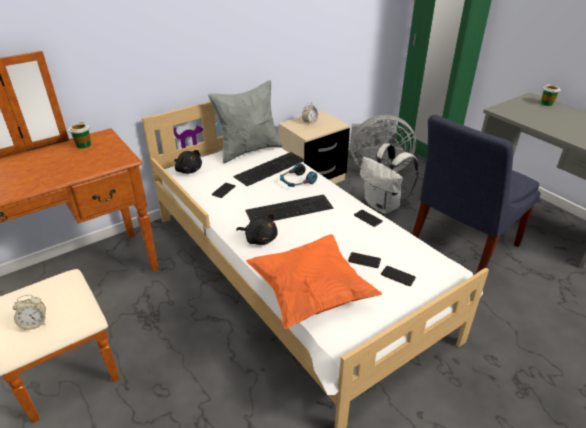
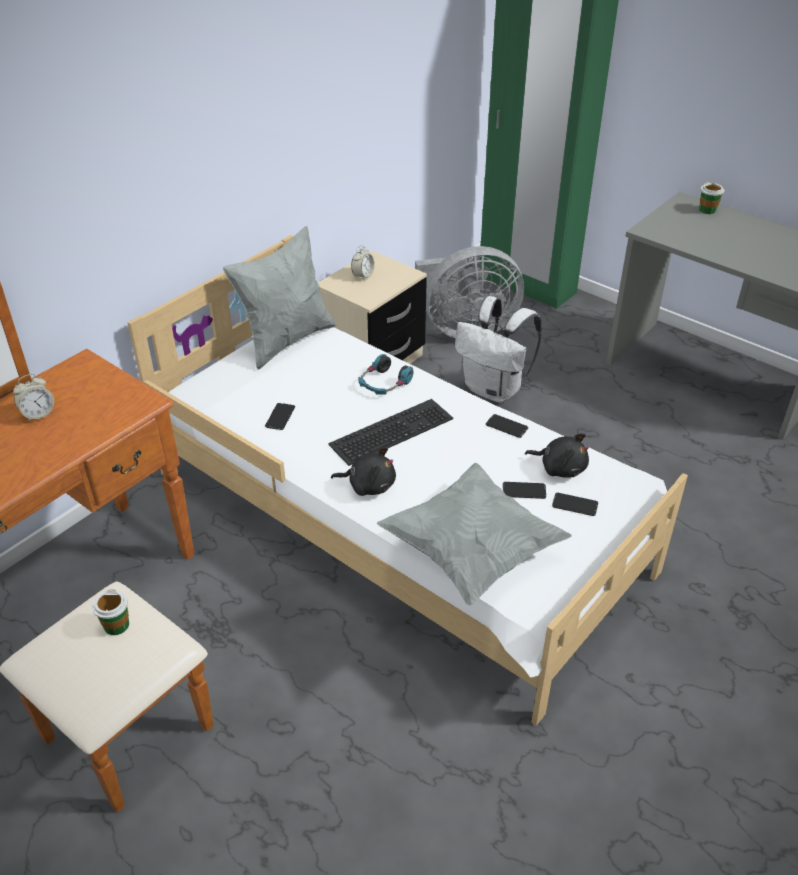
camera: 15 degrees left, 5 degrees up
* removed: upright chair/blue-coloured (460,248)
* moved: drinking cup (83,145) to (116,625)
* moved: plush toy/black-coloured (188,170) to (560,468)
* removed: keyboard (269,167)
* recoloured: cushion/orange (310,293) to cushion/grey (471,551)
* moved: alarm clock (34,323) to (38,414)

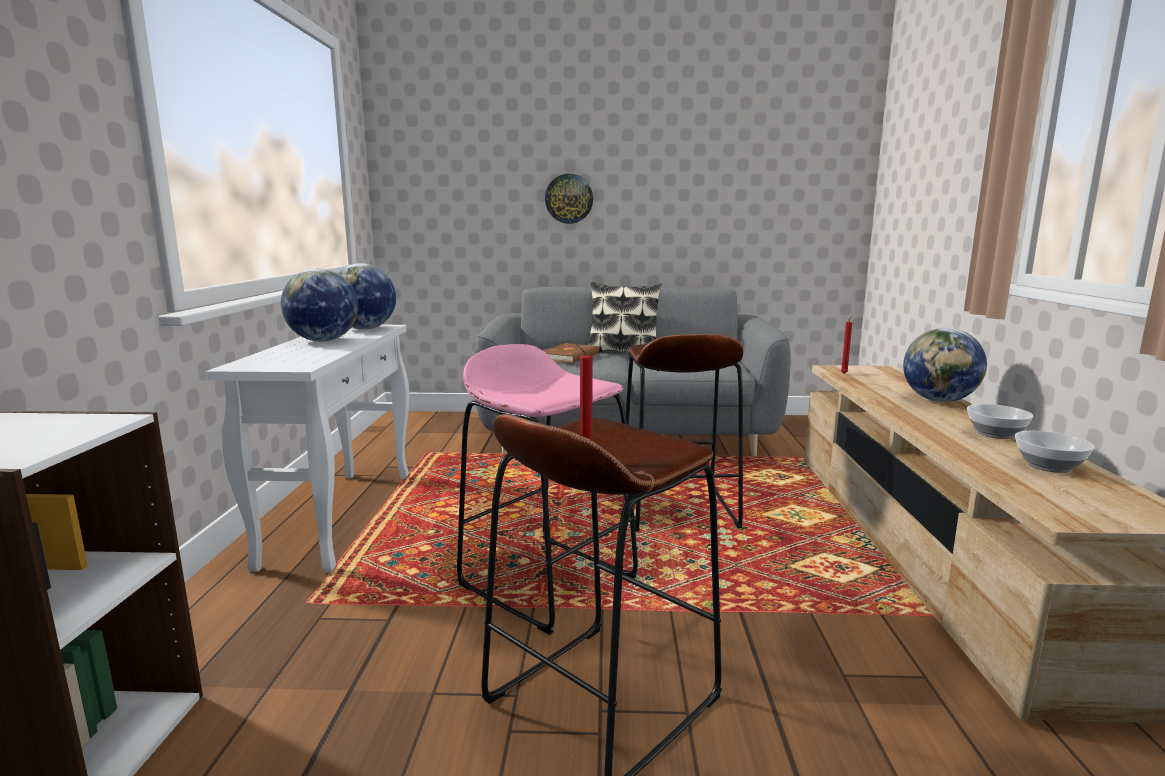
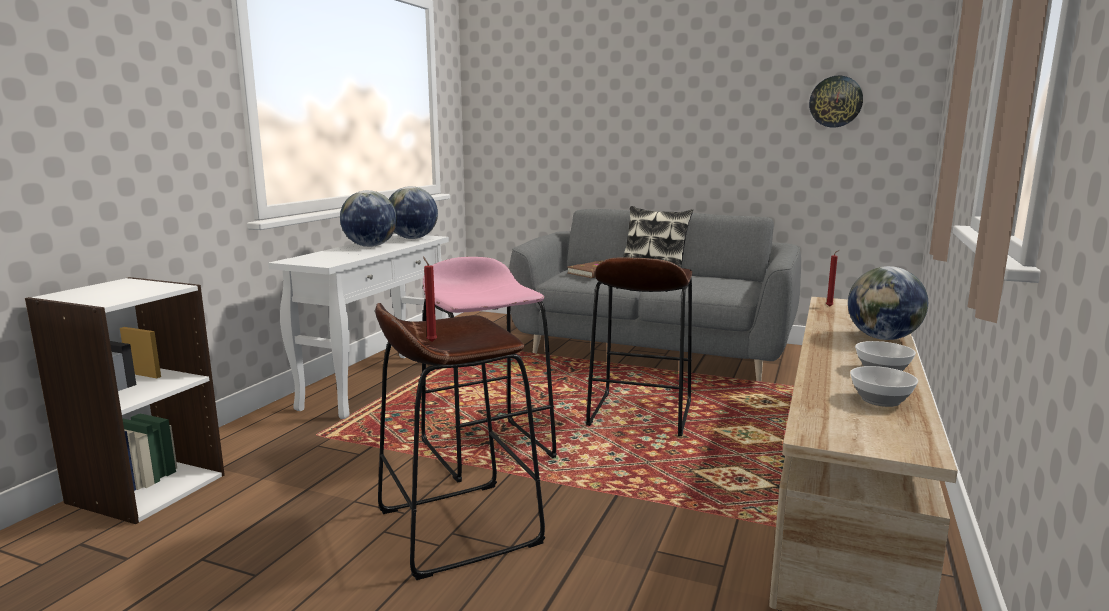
camera: 20 degrees right, 0 degrees up
* moved: hanging clock (569,199) to (835,101)

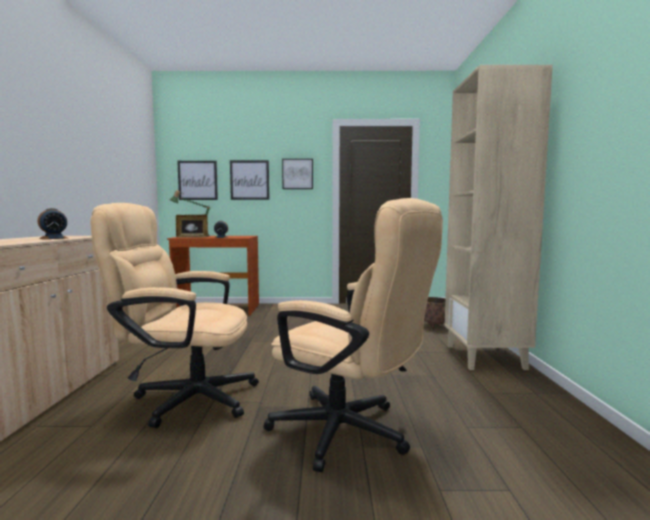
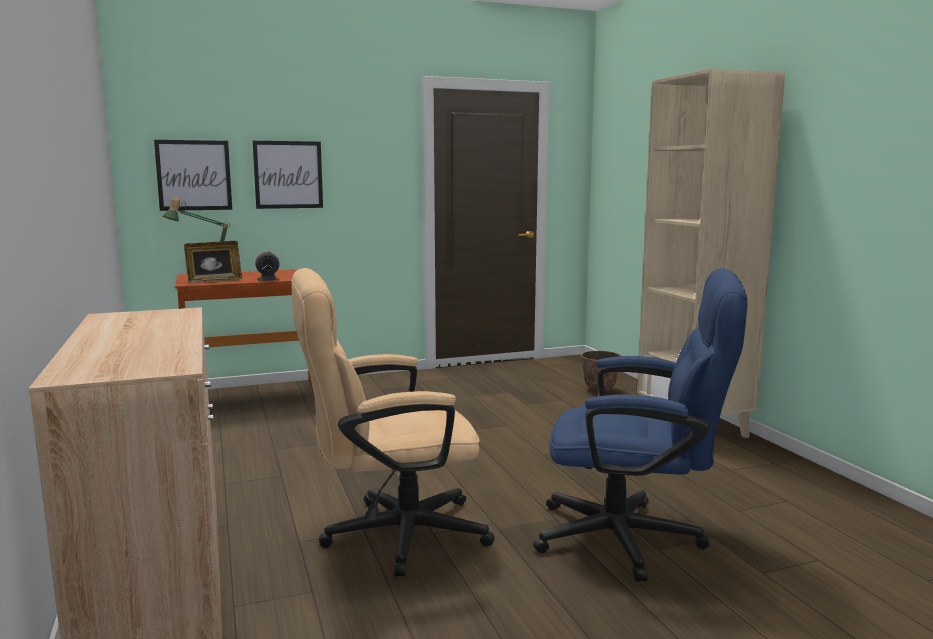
camera: 20 degrees left, 5 degrees up
* removed: picture (297,174)
* recoloured: desk chair/sand-coloured (350,434) to desk chair/blue-coloured (634,539)
* removed: alarm clock (54,238)

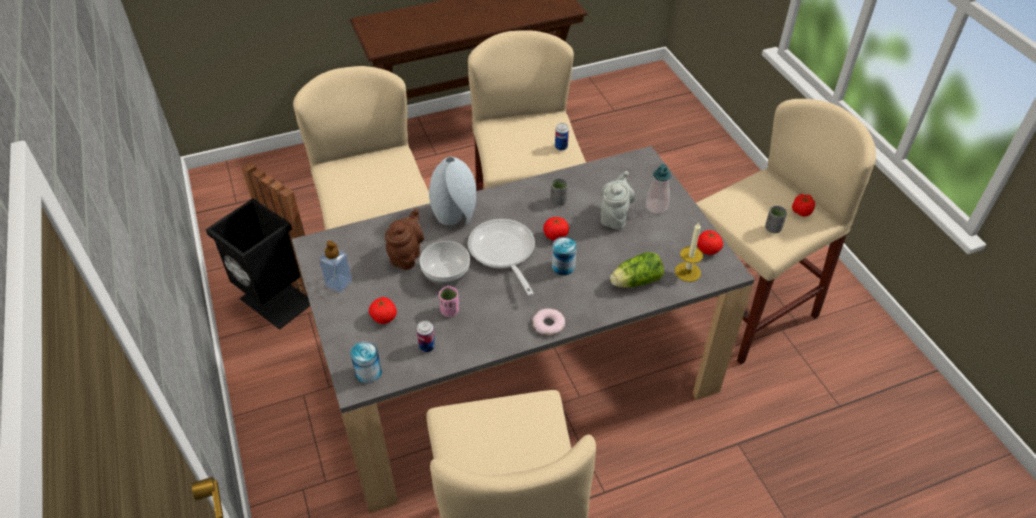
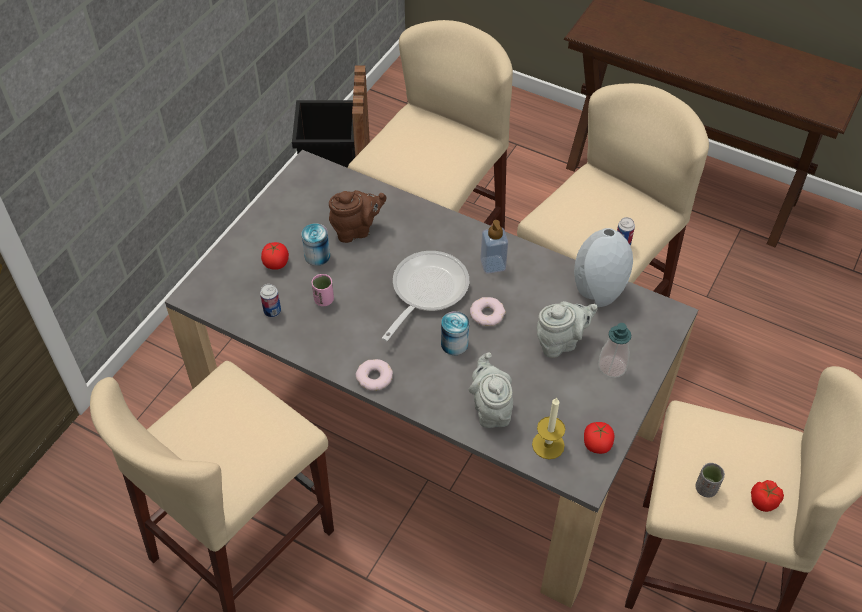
camera: 50 degrees right, 5 degrees up
* moved: flower vase/grey (455,216) to (598,292)
* removed: drinking cup/grey (558,201)
* replaced: fresh tomato (555,236) to ring doughnut (487,314)
* moved: soap bottle (339,283) to (493,264)
* removed: serving bowl (445,274)
* replaced: head of lettuce (634,281) to teapot/grey (490,409)
* moved: metal can (368,372) to (317,256)

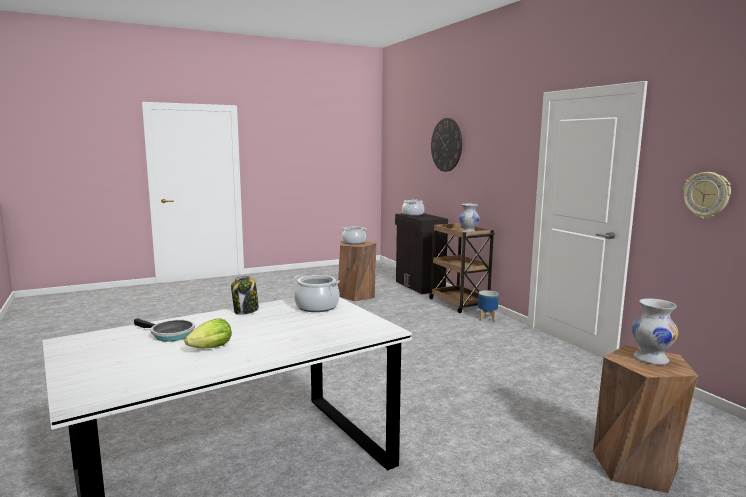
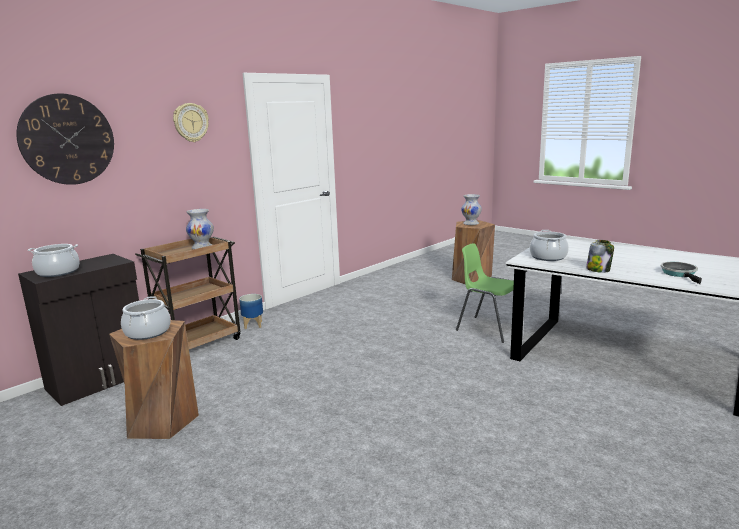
camera: 110 degrees left, 5 degrees up
* moved: hanging clock (706,195) to (190,122)
* removed: head of lettuce (208,349)
* added: upright chair/green (488,328)

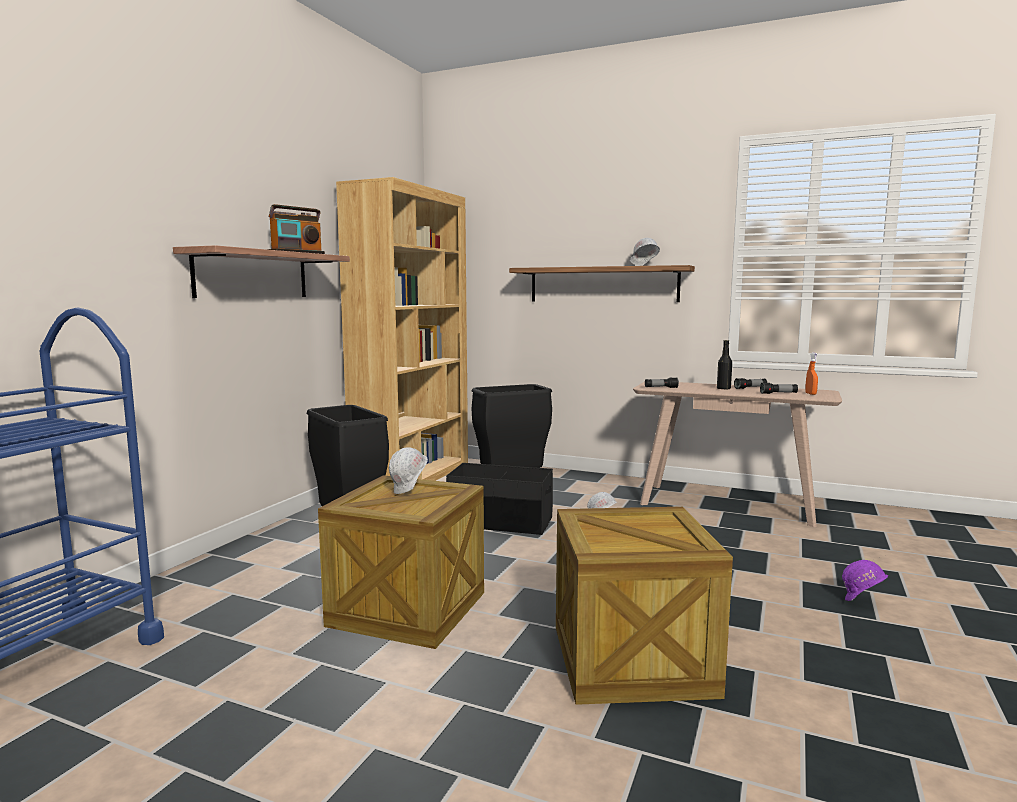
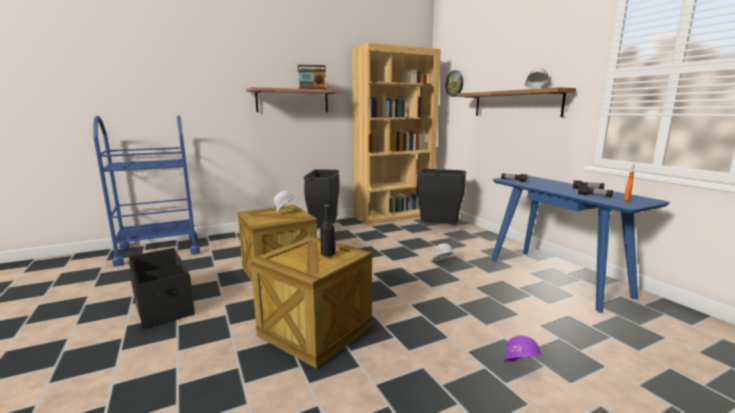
camera: 40 degrees right, 5 degrees up
* moved: beverage bottle/black-coloured (723,389) to (328,254)
* recoloured: console table/sand-coloured (727,504) to console table/blue-coloured (556,277)
* moved: storage container/black-coloured (500,522) to (162,304)
* added: hanging clock (455,83)

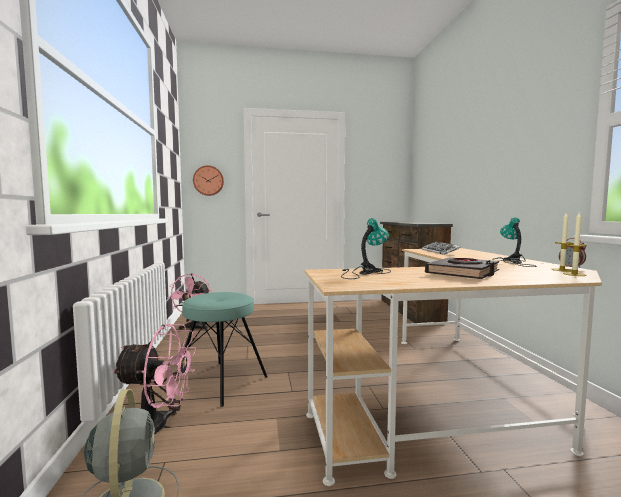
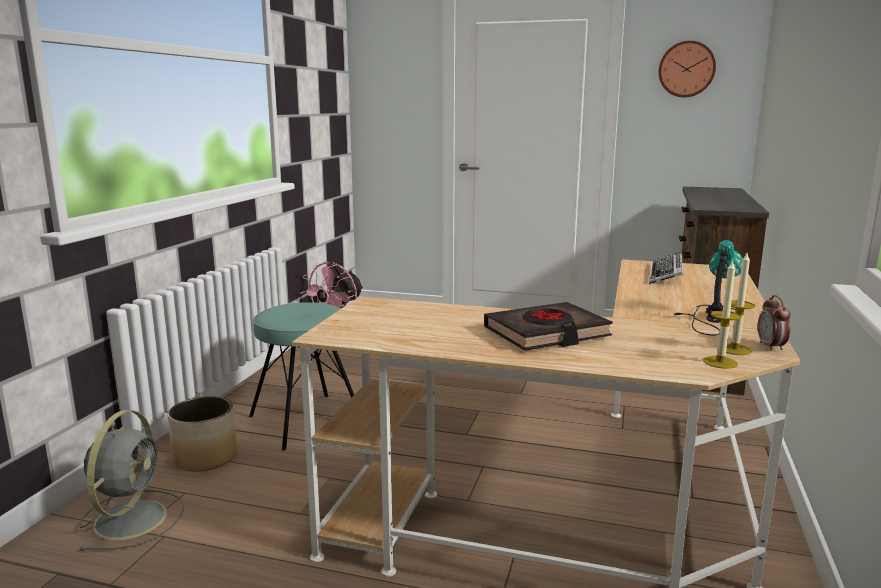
camera: 25 degrees right, 10 degrees up
* moved: hanging clock (208,180) to (686,69)
* removed: table lamp (364,273)
* replaced: electric fan/pinkish (159,427) to planter (205,457)

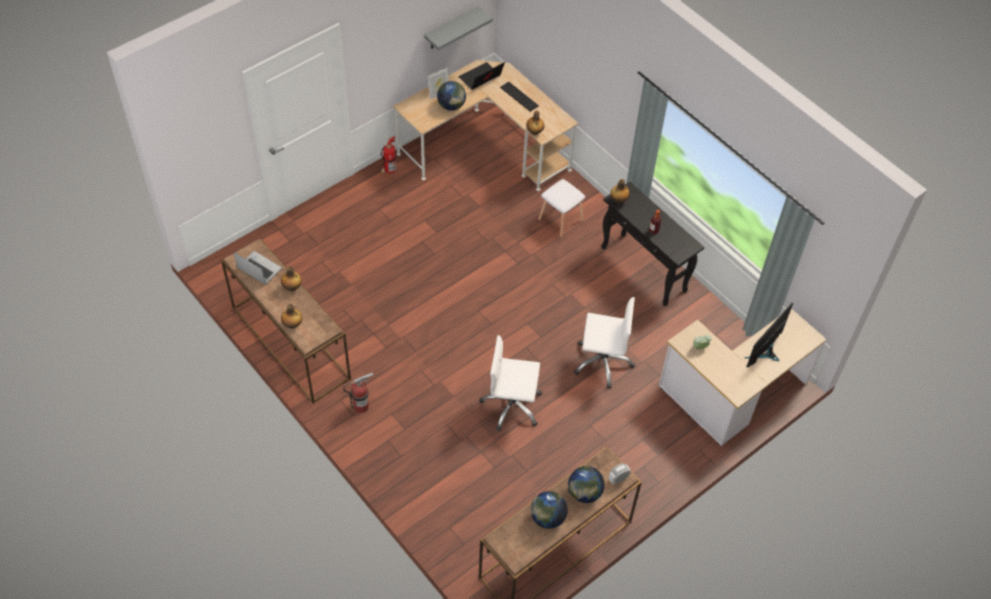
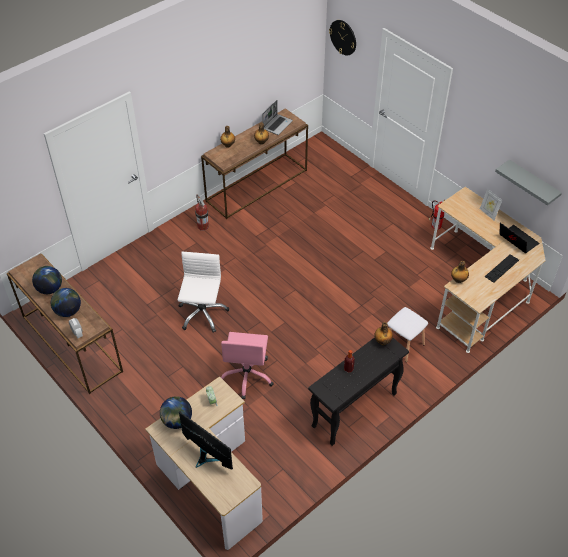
camera: 90 degrees right, 5 degrees down
* moved: globe (451,106) to (177,421)
* recoloured: desk chair/white (602,361) to desk chair/pinkish (247,376)
* added: hanging clock (343,37)

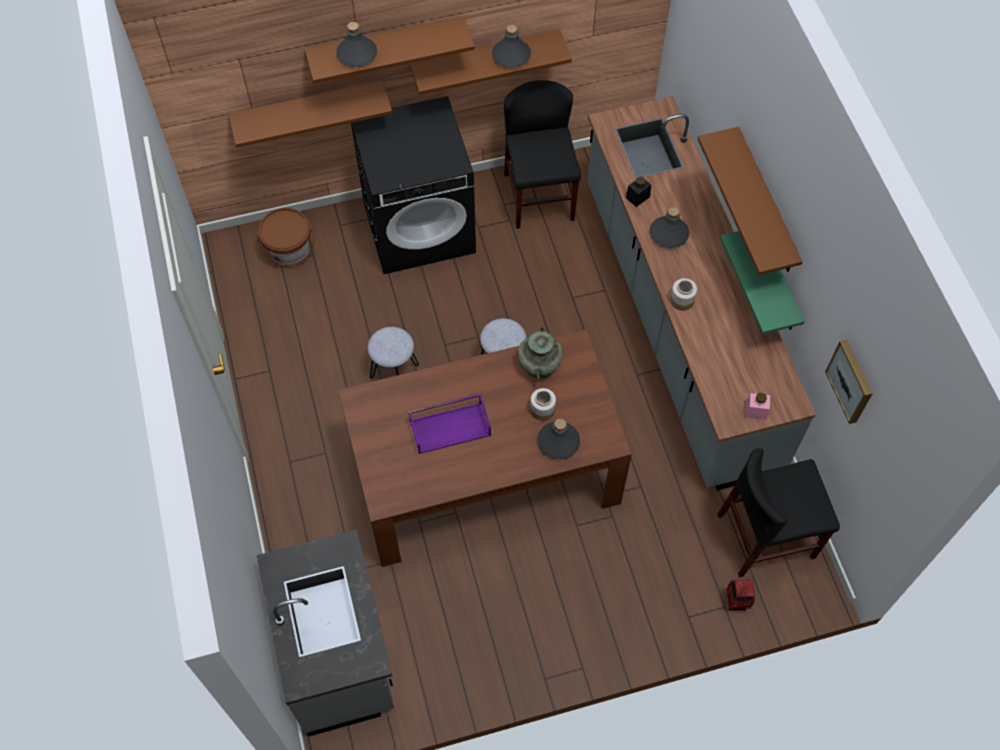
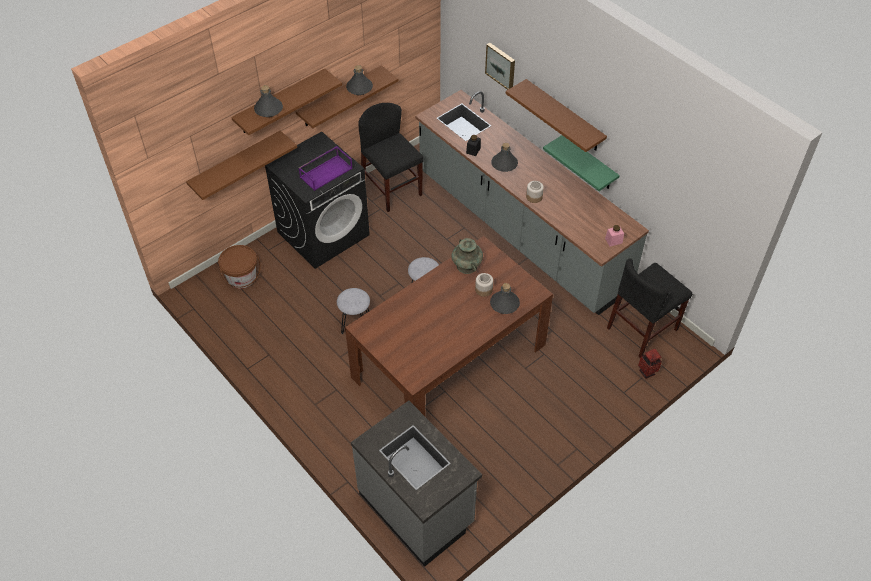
camera: 25 degrees left, 10 degrees down
* moved: picture (851,381) to (501,66)
* moved: carrying tray/purple (451,427) to (326,172)

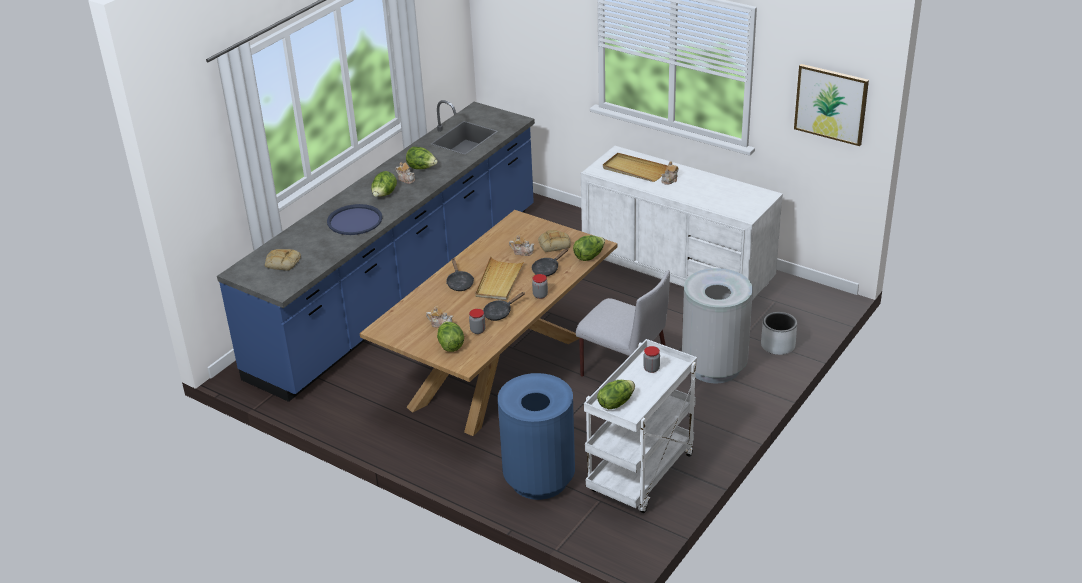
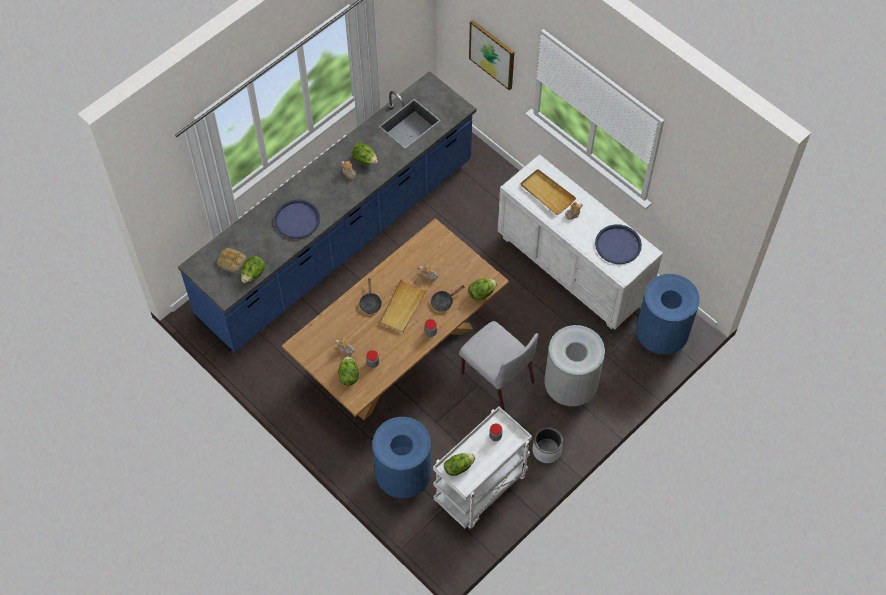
camera: 10 degrees right, 25 degrees up
* moved: picture (831,104) to (492,54)
* moved: head of lettuce (384,195) to (253,274)
* removed: baked bread (554,244)
* removed: pan/black-coloured (500,313)
* moved: planter/grey (778,346) to (546,450)
* added: carrying tray/blue-coloured (618,245)
* added: trash can/blue-coloured (661,336)

